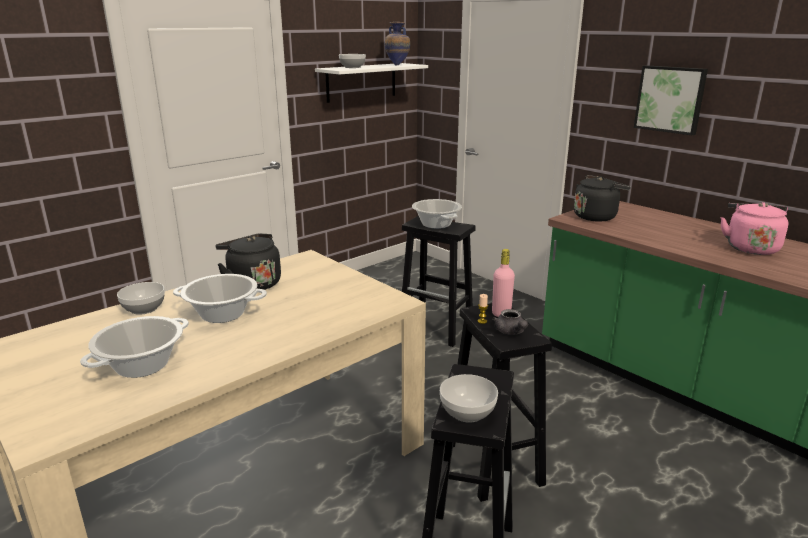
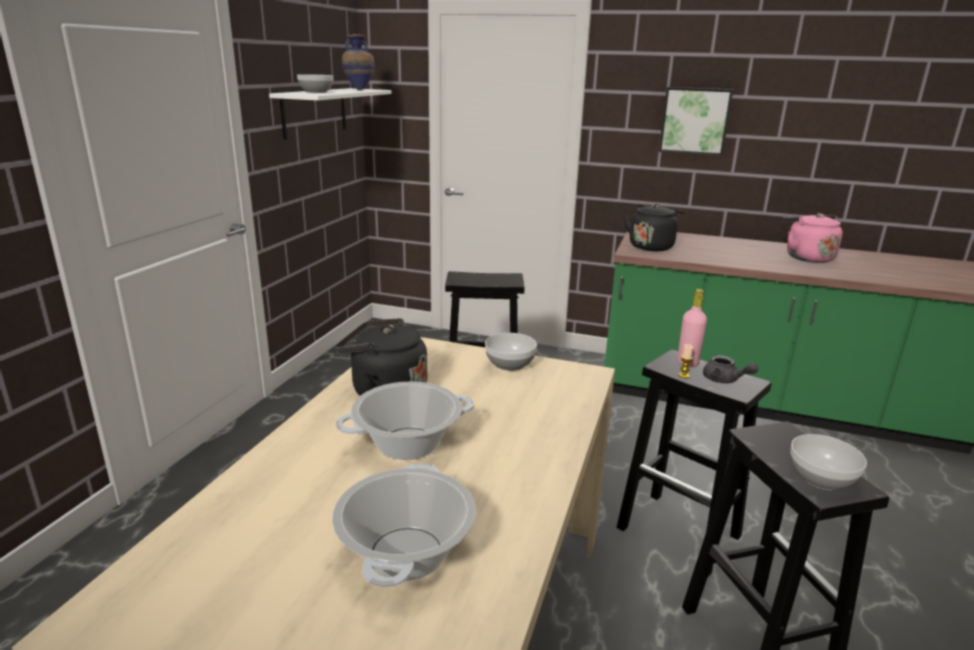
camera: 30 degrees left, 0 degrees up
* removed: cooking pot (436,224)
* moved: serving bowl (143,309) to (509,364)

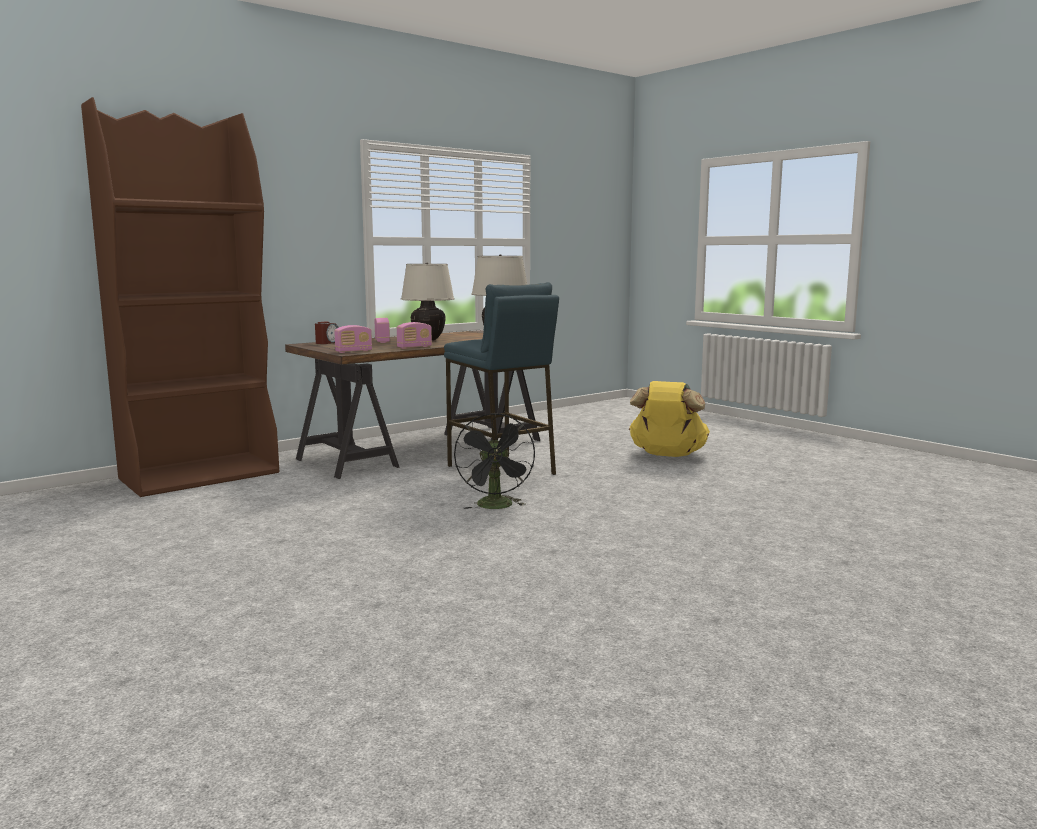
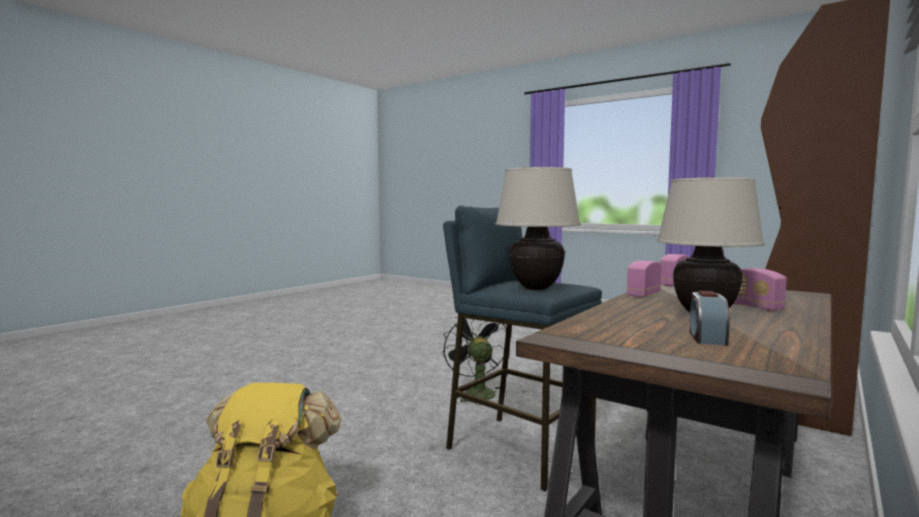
camera: 165 degrees right, 5 degrees down
* moved: alarm clock (327,343) to (706,338)

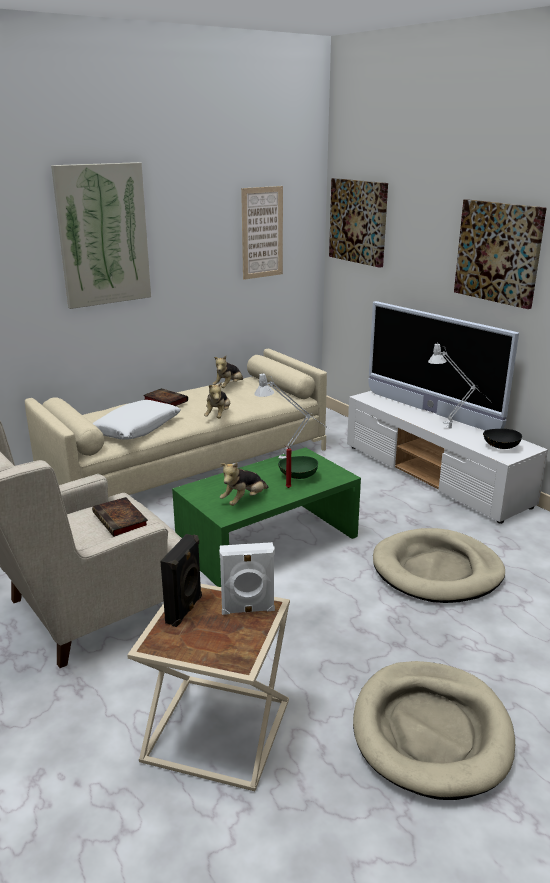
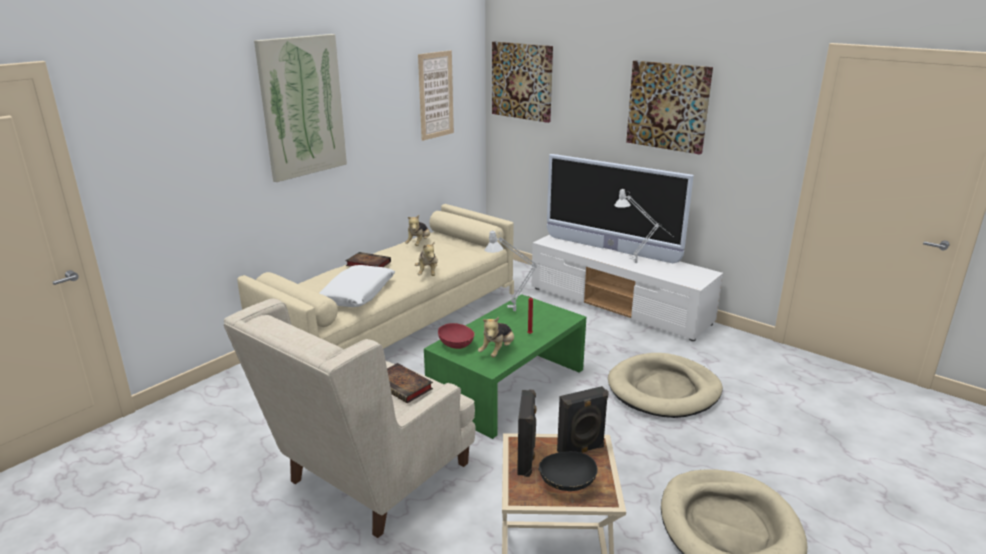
camera: 15 degrees left, 0 degrees up
* moved: serving bowl/black-coloured (500,447) to (567,485)
* removed: serving bowl/green (298,477)
* recoloured: loudspeaker/white (248,610) to loudspeaker/black-coloured (581,450)
* added: serving bowl/red (456,345)

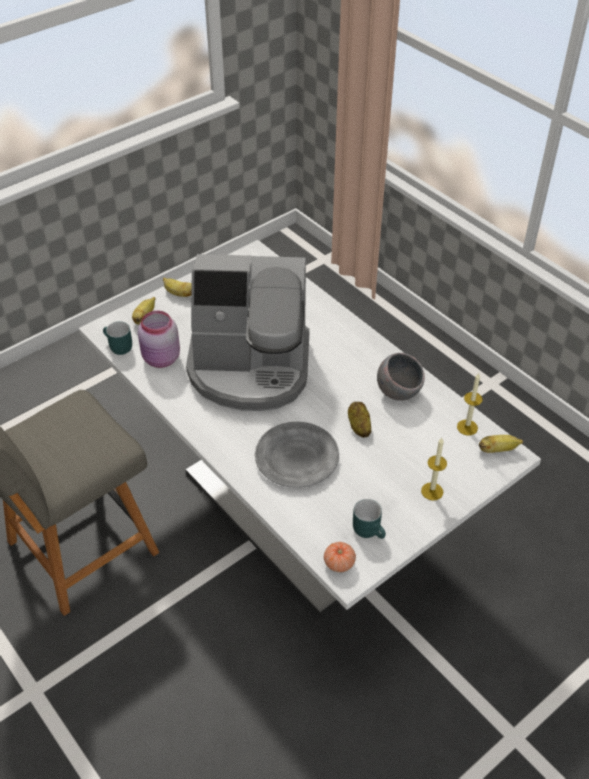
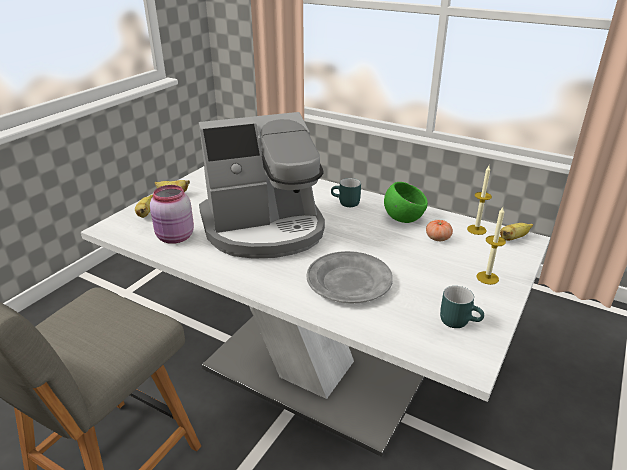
camera: 20 degrees left, 15 degrees down
* moved: coffee mug/turquoise (117,347) to (345,203)
* recoloured: serving bowl/grey (398,392) to serving bowl/green (403,219)
* removed: whole potato (358,426)
* moved: fresh tomato (339,563) to (438,238)

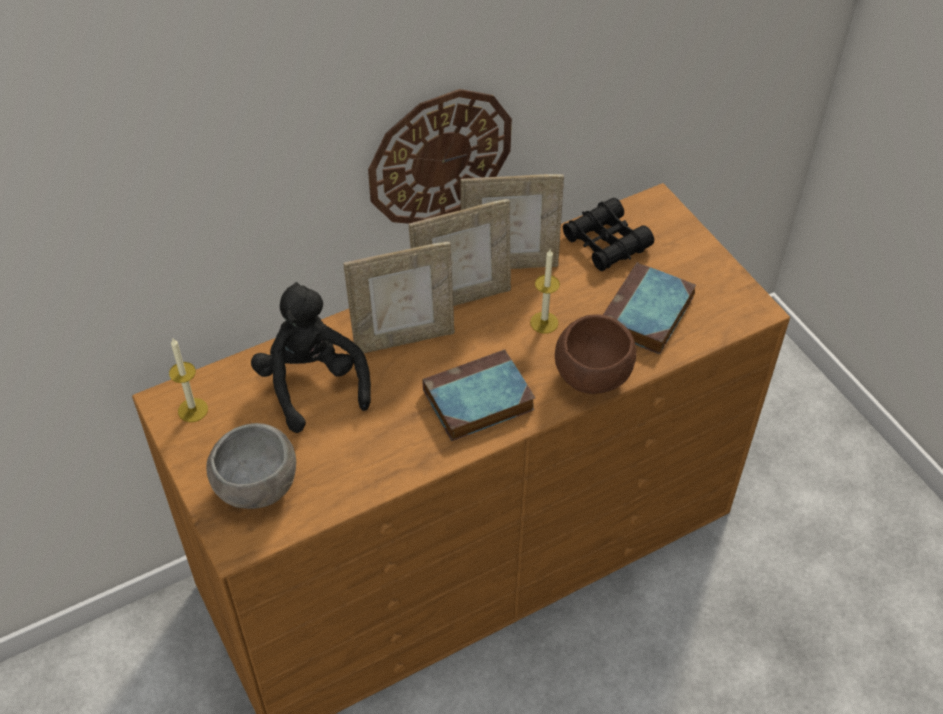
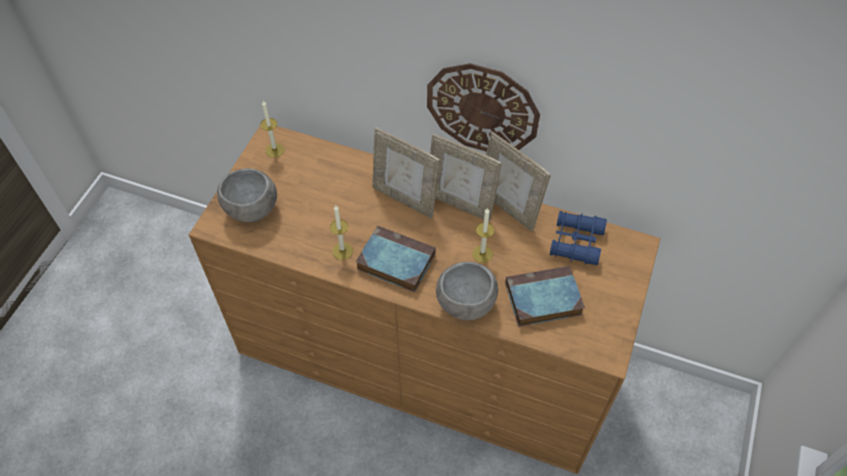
camera: 50 degrees right, 5 degrees up
* recoloured: field glasses/black-coloured (606,243) to field glasses/blue-coloured (576,242)
* removed: plush toy/black-coloured (312,384)
* recoloured: serving bowl/brown-coloured (593,376) to serving bowl/grey (467,304)
* added: wax light (342,251)

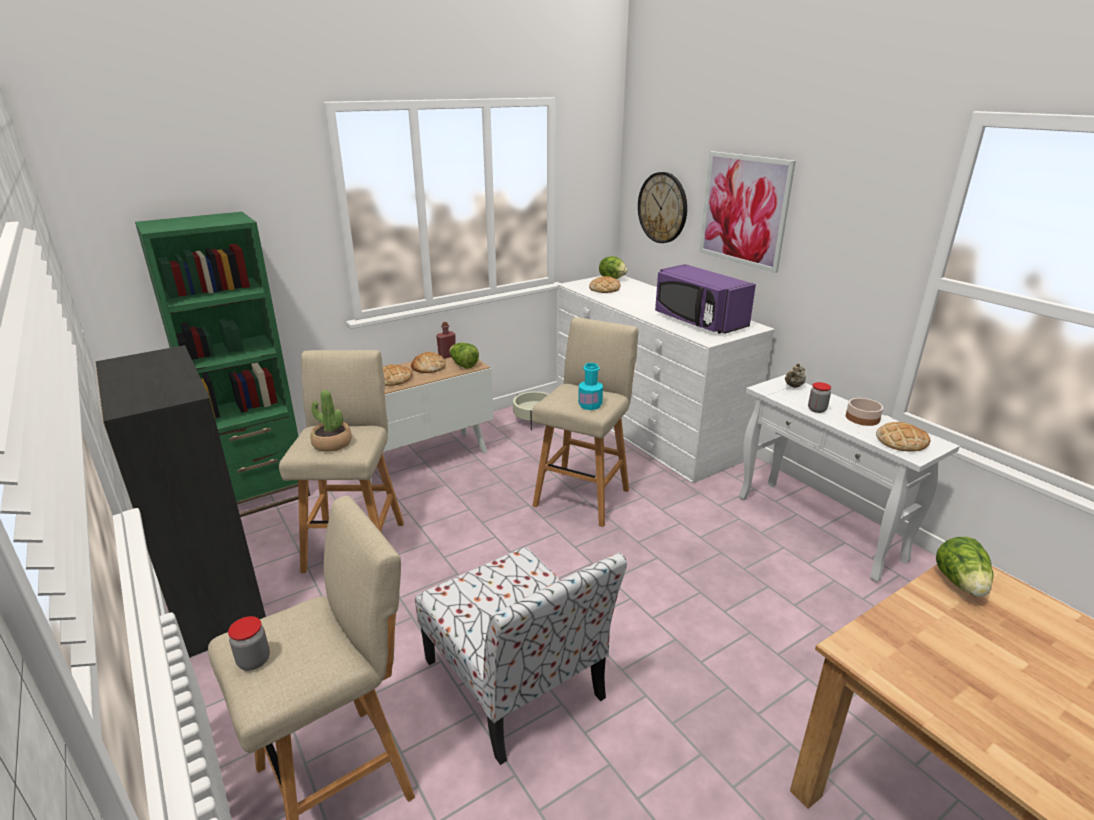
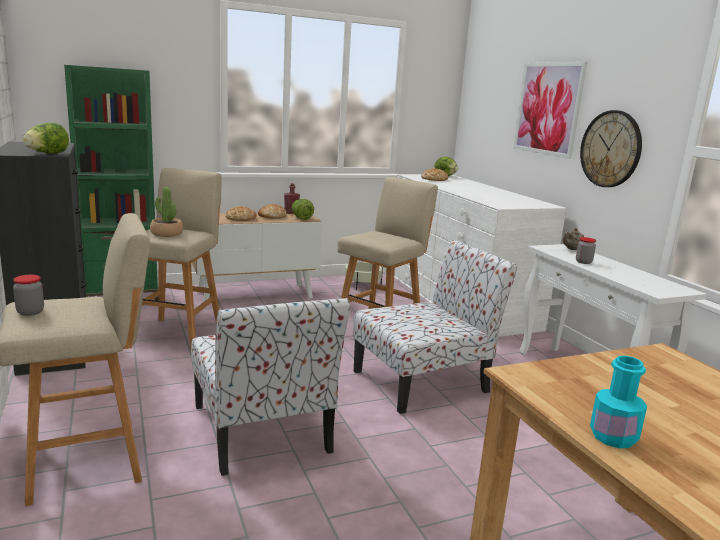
camera: 10 degrees right, 10 degrees down
* moved: hanging clock (662,208) to (611,149)
* removed: microwave oven/purple (698,321)
* moved: beverage bottle/turquoise (590,405) to (613,437)
* removed: serving bowl (862,418)
* removed: baked bread (901,442)
* moved: head of lettuce (961,584) to (47,153)
* added: upright chair (423,381)

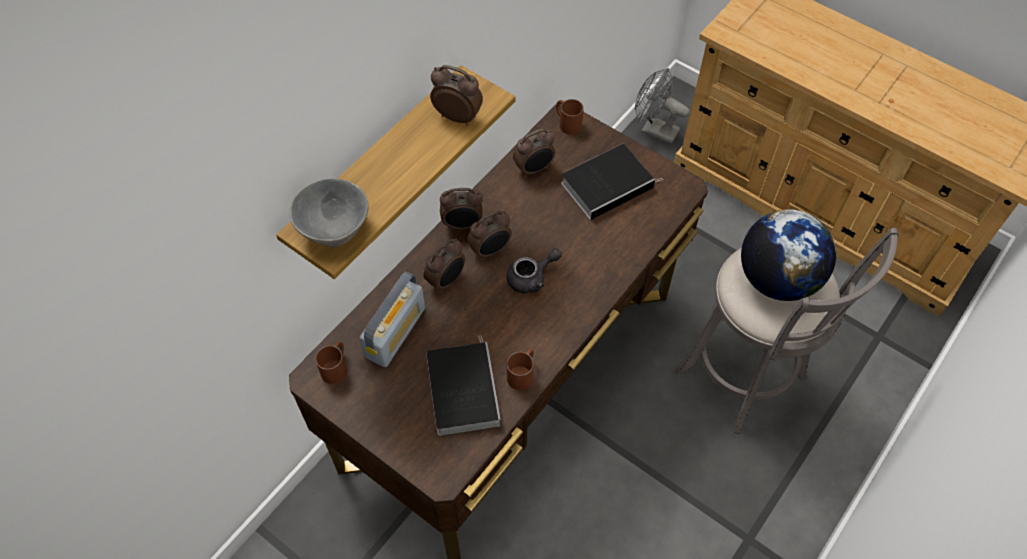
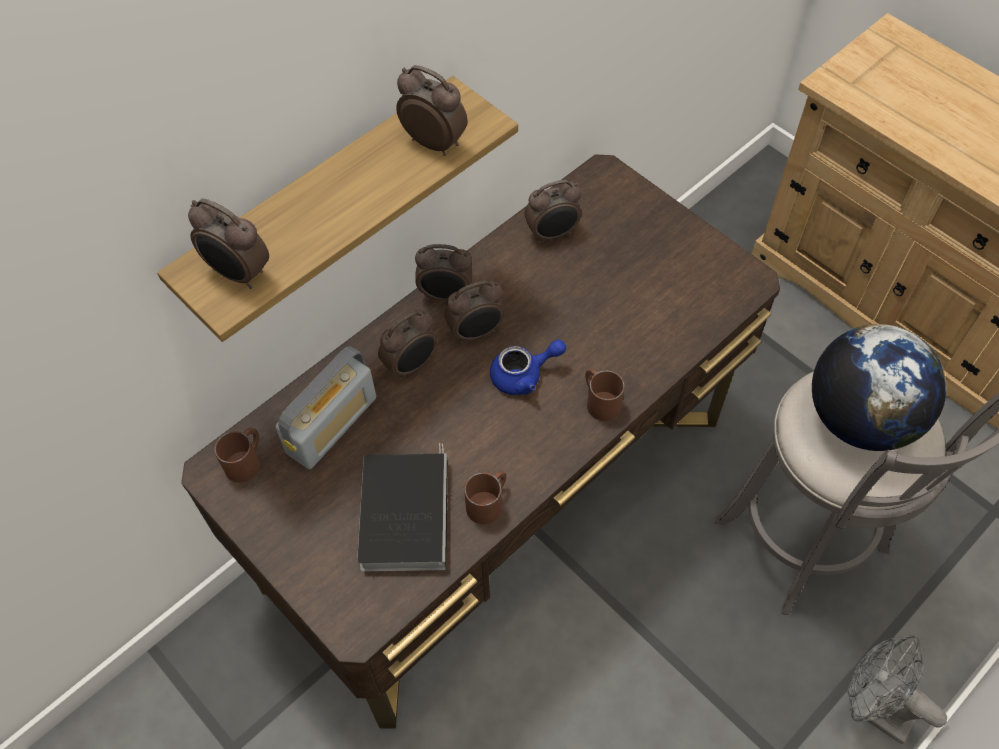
camera: 10 degrees right, 0 degrees up
* moved: electric fan/grey (654,130) to (872,708)
* moved: coffee mug/brown-coloured (567,123) to (599,400)
* removed: book (608,184)
* replaced: serving bowl/grey (336,229) to alarm clock (238,274)
* recoloured: teapot/grey (532,278) to teapot/blue-coloured (524,375)

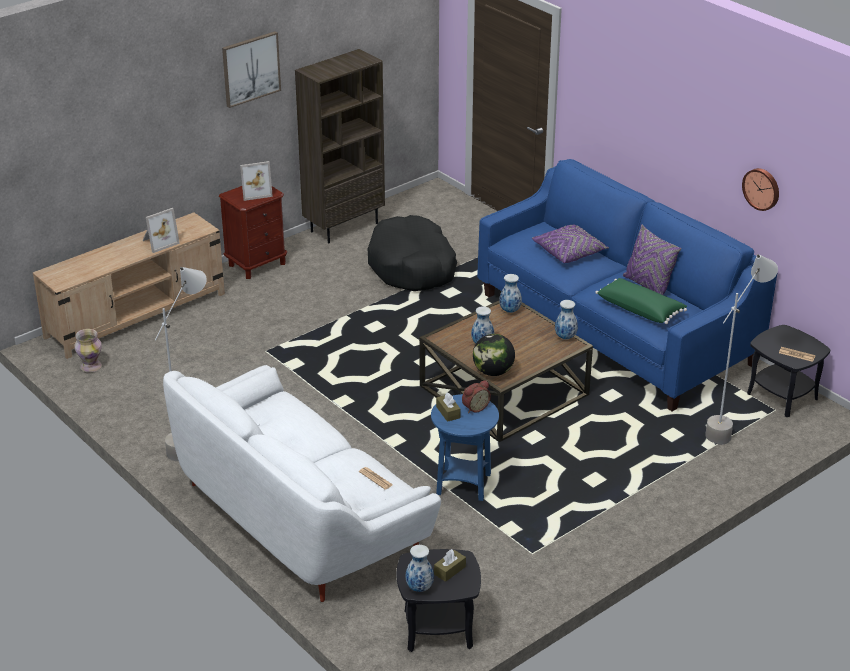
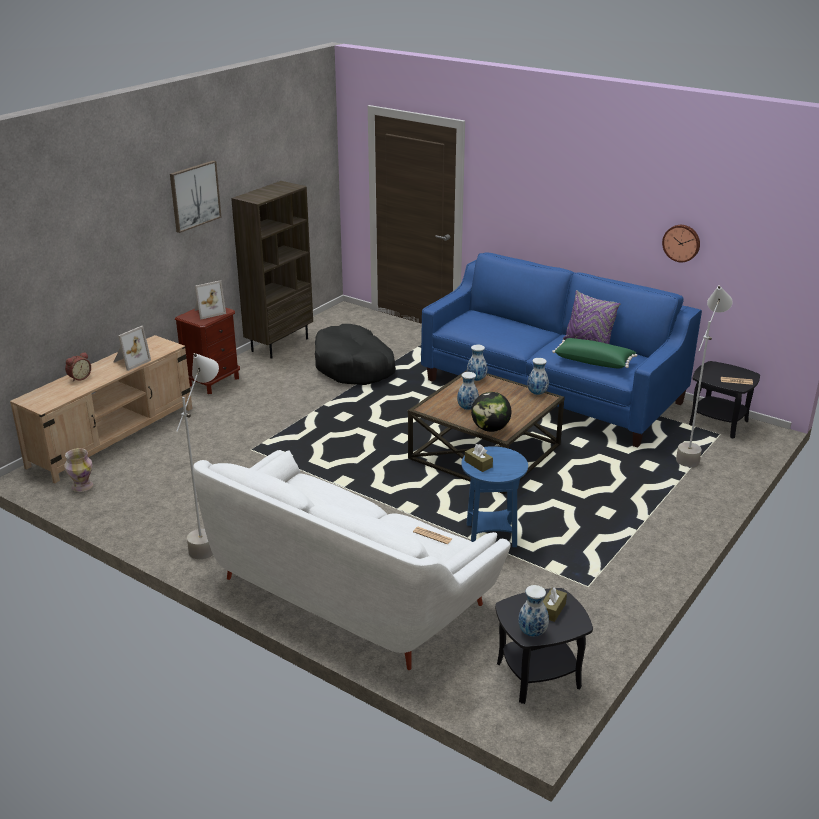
camera: 15 degrees left, 5 degrees down
* removed: cushion/purple (569,252)
* moved: alarm clock (475,407) to (79,377)

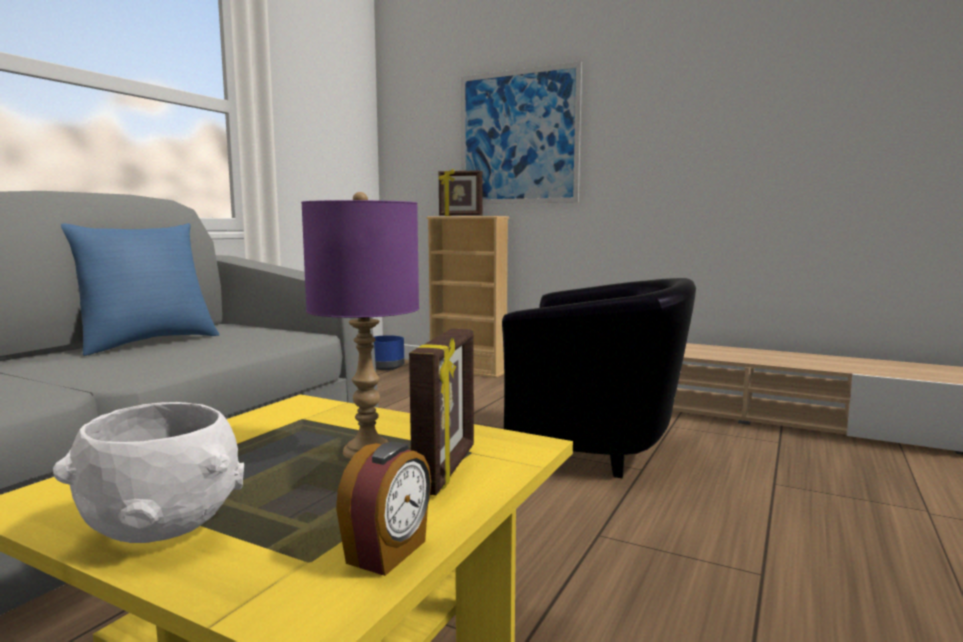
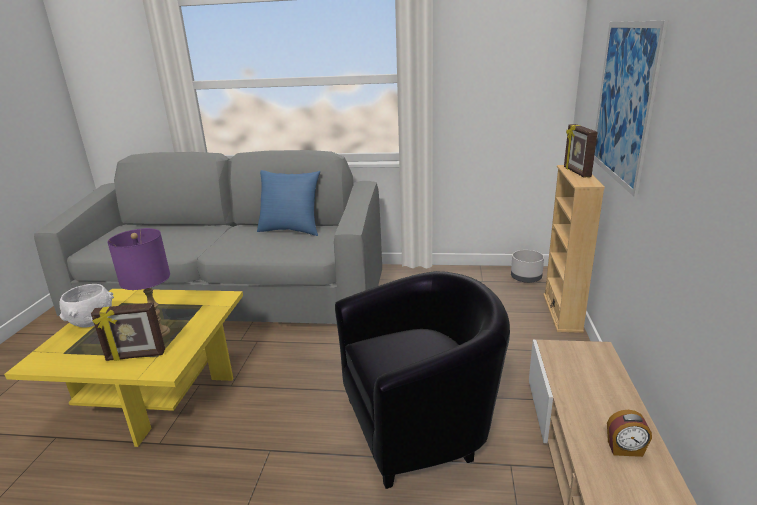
camera: 70 degrees right, 15 degrees up
* turned: easy chair/black-coloured (597,446) = (421,424) 105 degrees counterclockwise
* recoloured: planter/blue-coloured (386,367) to planter/grey (526,278)
* moved: alarm clock (388,552) to (625,449)

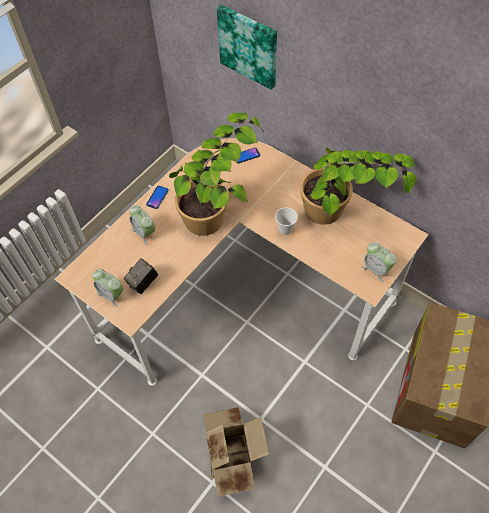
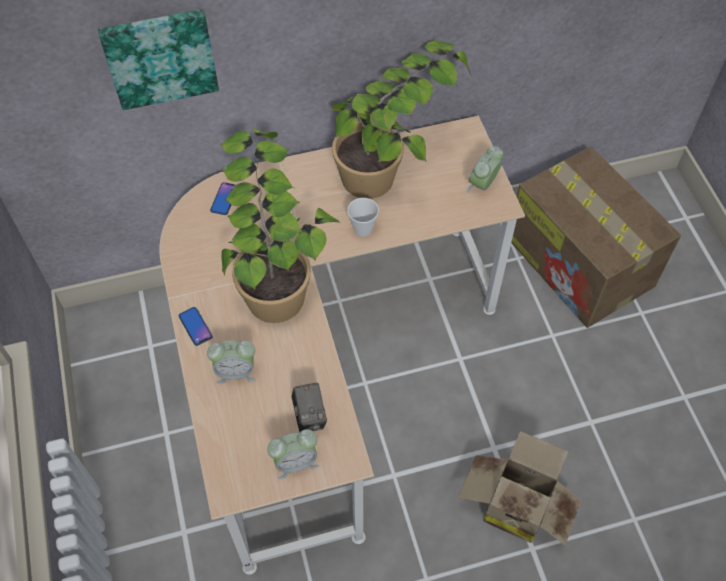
camera: 55 degrees left, 0 degrees up
* turned: alarm clock (376,269) = (483,185) 135 degrees clockwise

